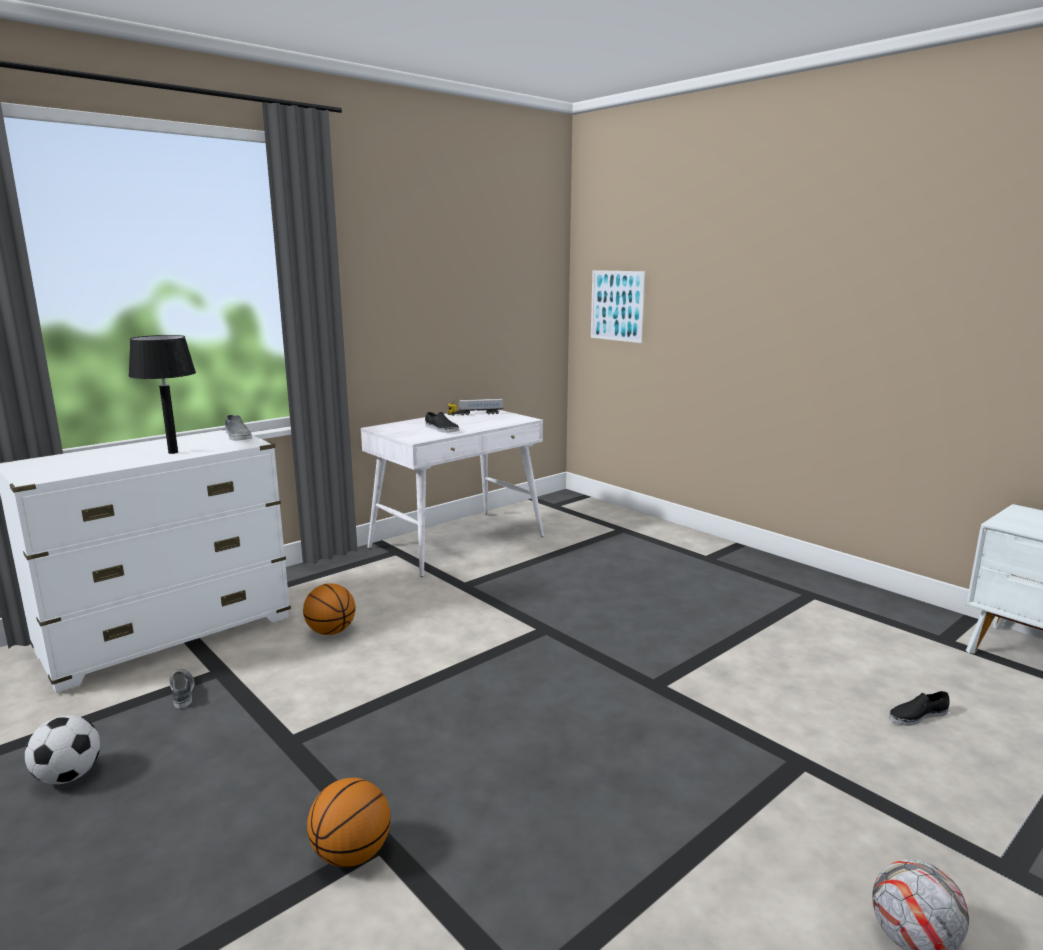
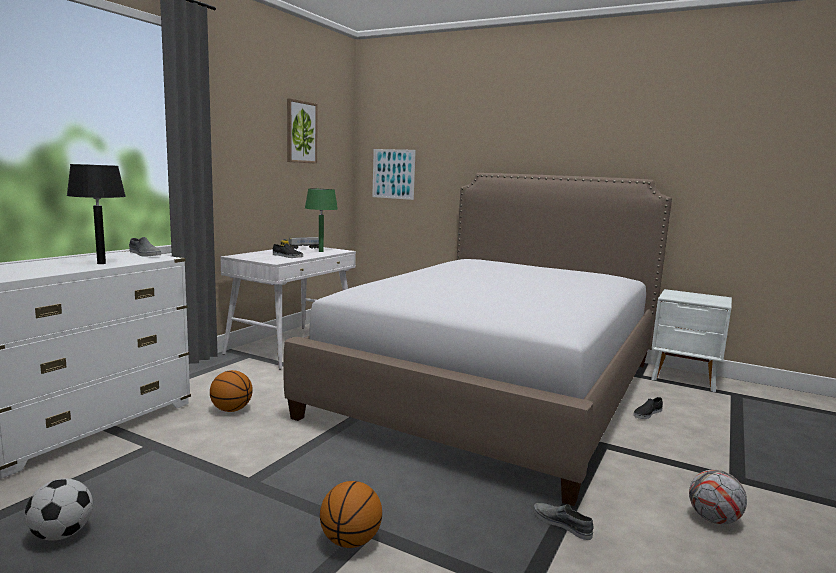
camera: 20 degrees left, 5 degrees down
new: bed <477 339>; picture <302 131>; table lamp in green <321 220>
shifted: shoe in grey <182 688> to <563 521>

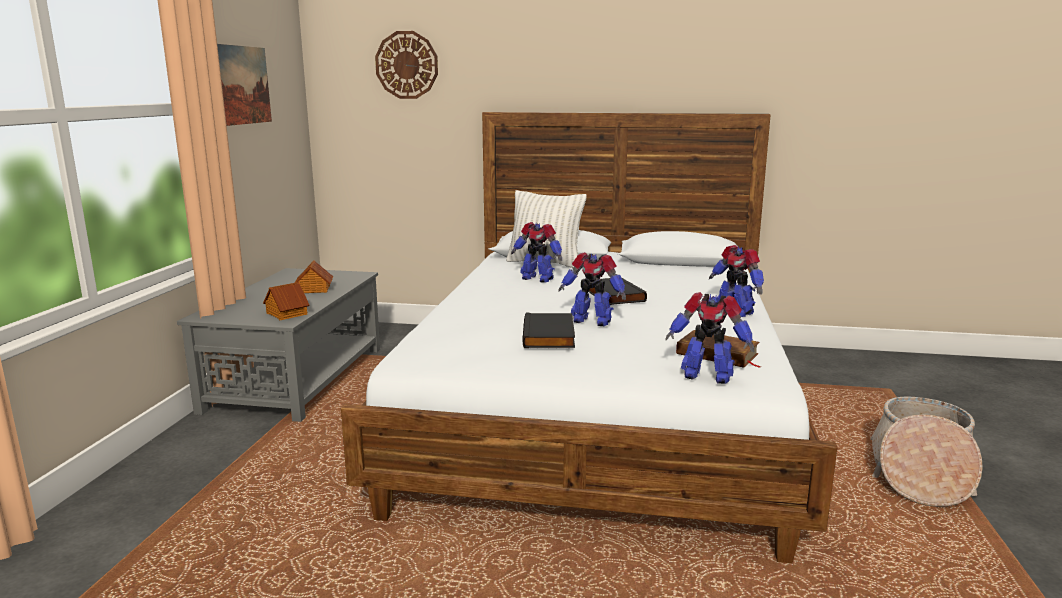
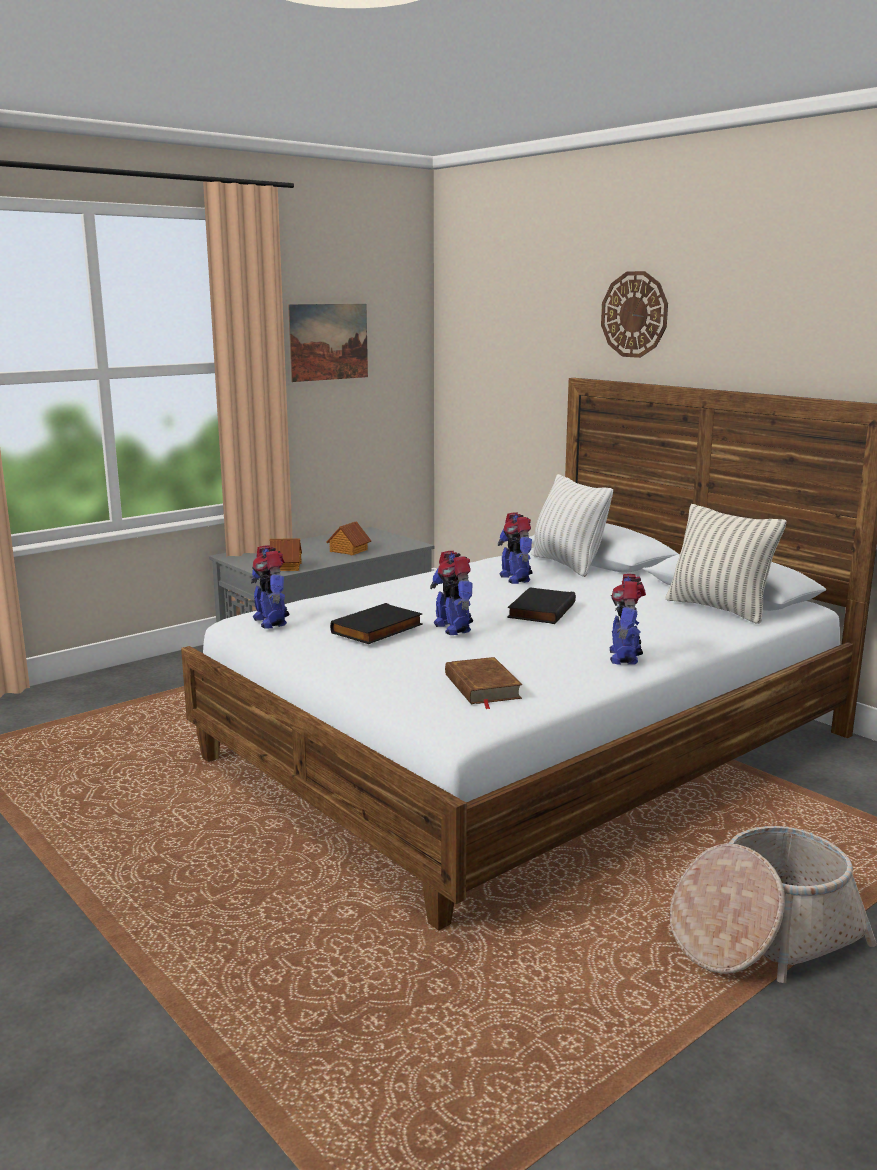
camera: 40 degrees right, 0 degrees up
new: pillow <726 564>
shifted: wall clock <406 65> to <634 314>; toy robot <709 338> to <270 587>

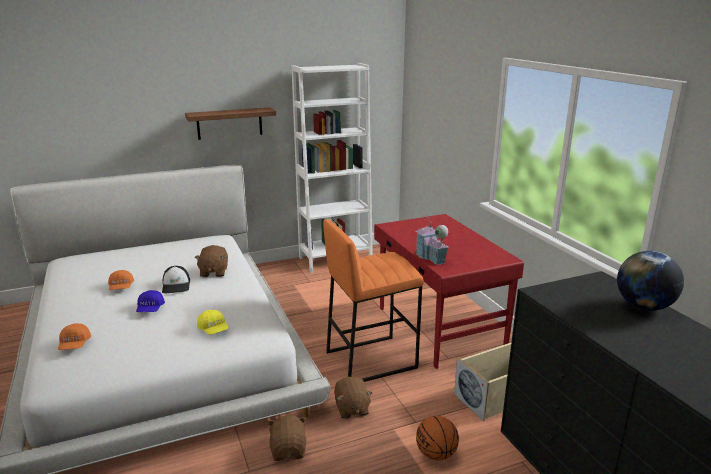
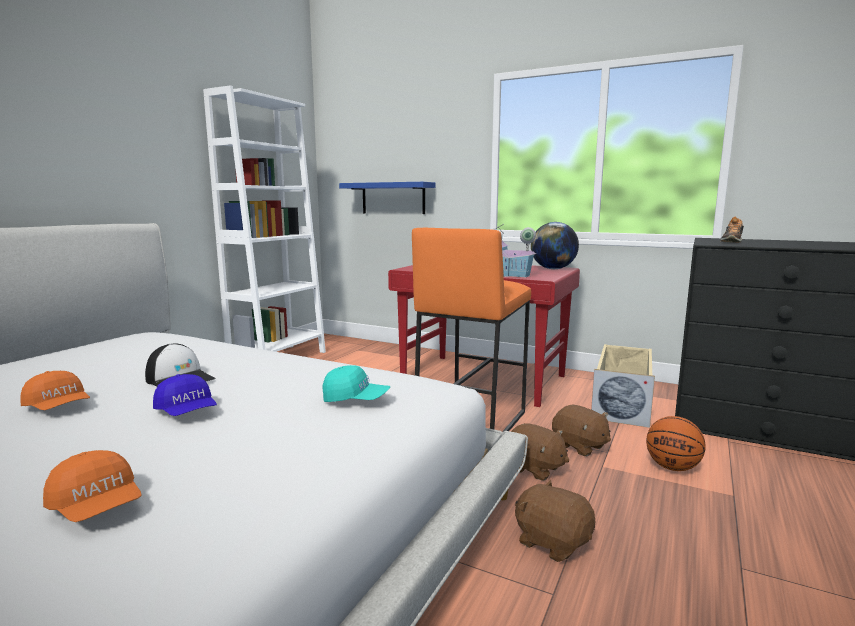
camera: 40 degrees left, 10 degrees down
gone: shelf in brown <230 123>
new: shelf in blue <387 198>; shoe <732 230>
shifted: plush toy in brown <211 261> to <581 430>; globe <650 281> to <555 245>
repainted: cap in yellow <213 322> to cap in turquoise <356 383>

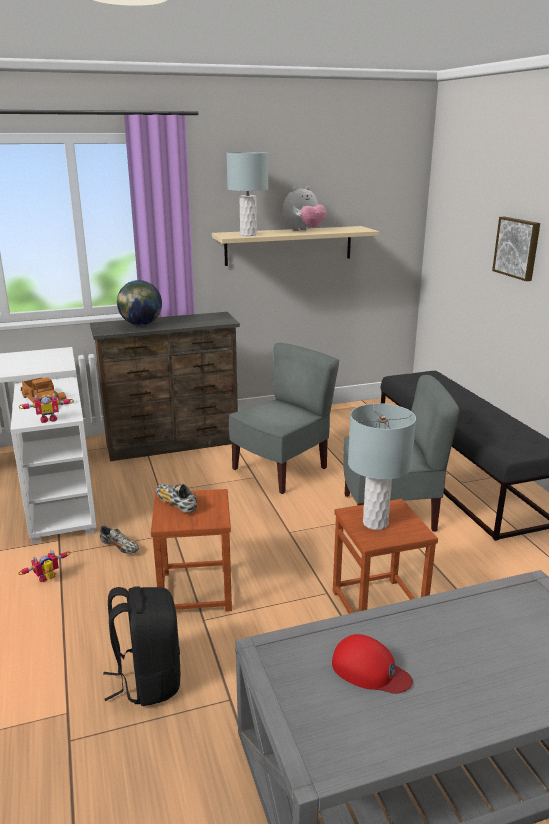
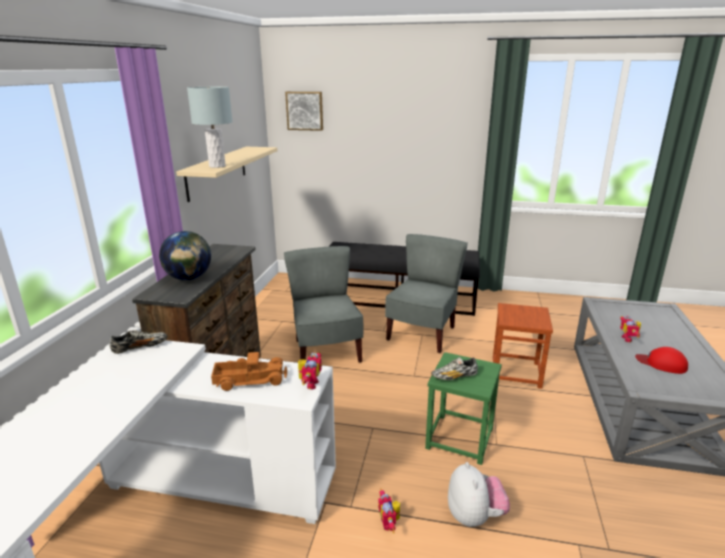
camera: 60 degrees left, 0 degrees up
gone: backpack in black <142 646>; table lamp in grey <382 466>
new: toy robot <630 329>
shifted: shoe <119 540> to <138 342>; plush toy <304 208> to <479 494>; picture <516 249> to <304 111>
repainted: stool in brown <191 550> to stool in green <463 408>
rotated: cap in red <372 664> = <661 360> 120 degrees counterclockwise

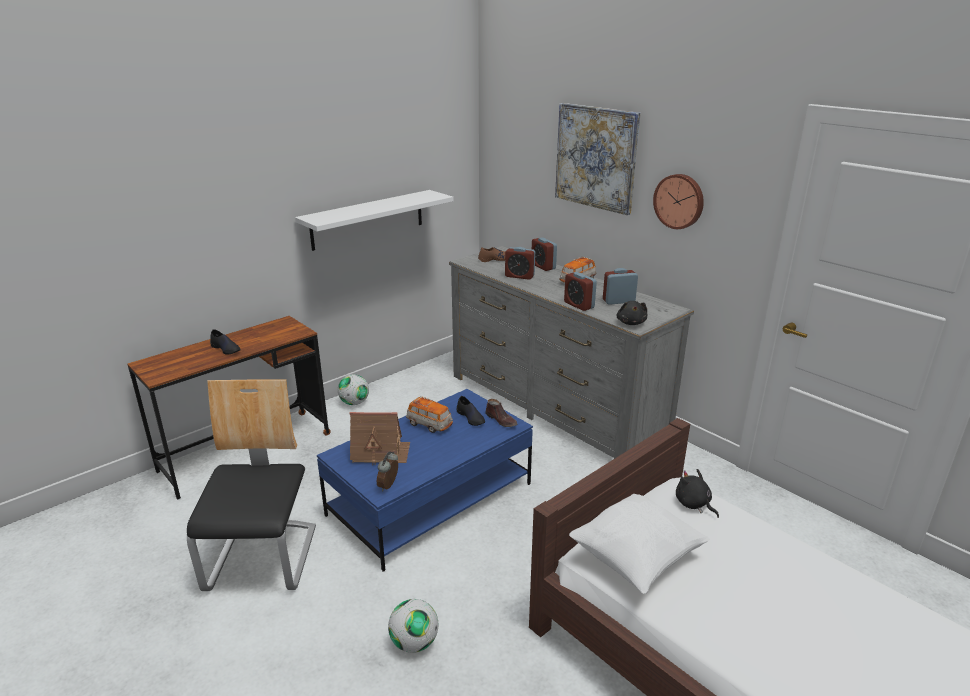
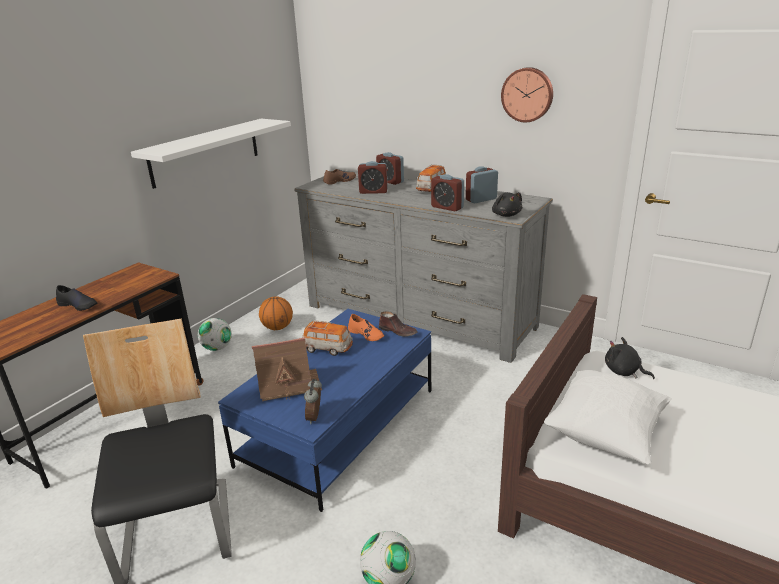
camera: 15 degrees left, 0 degrees up
gone: picture <598 159>
new: basketball <276 313>
repainted: shoe in black <471 411> to shoe in orange <366 327>

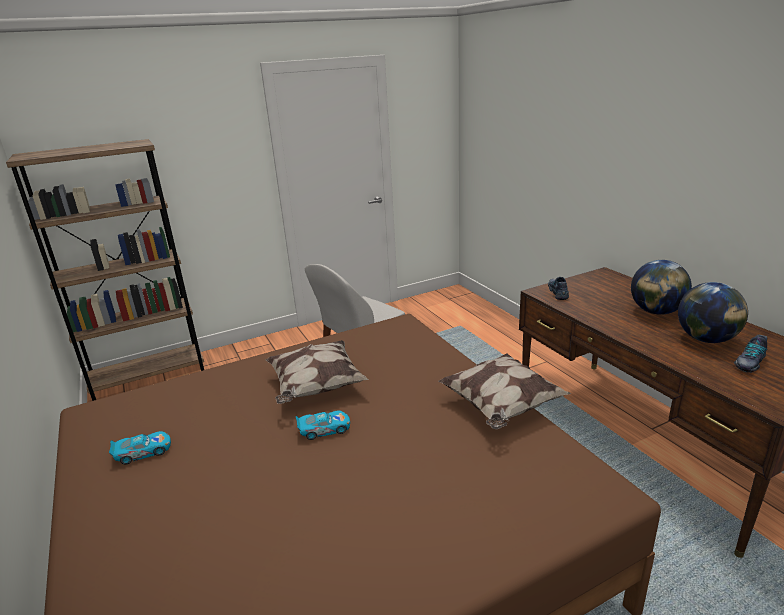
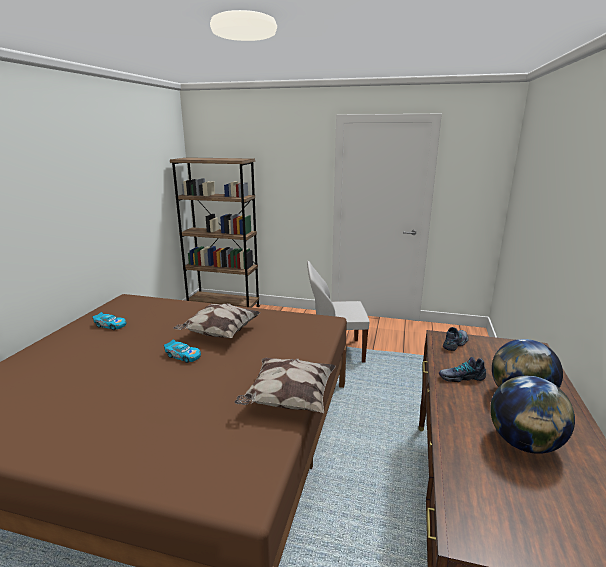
camera: 40 degrees right, 5 degrees down
shifted: shoe <751 354> to <462 369>

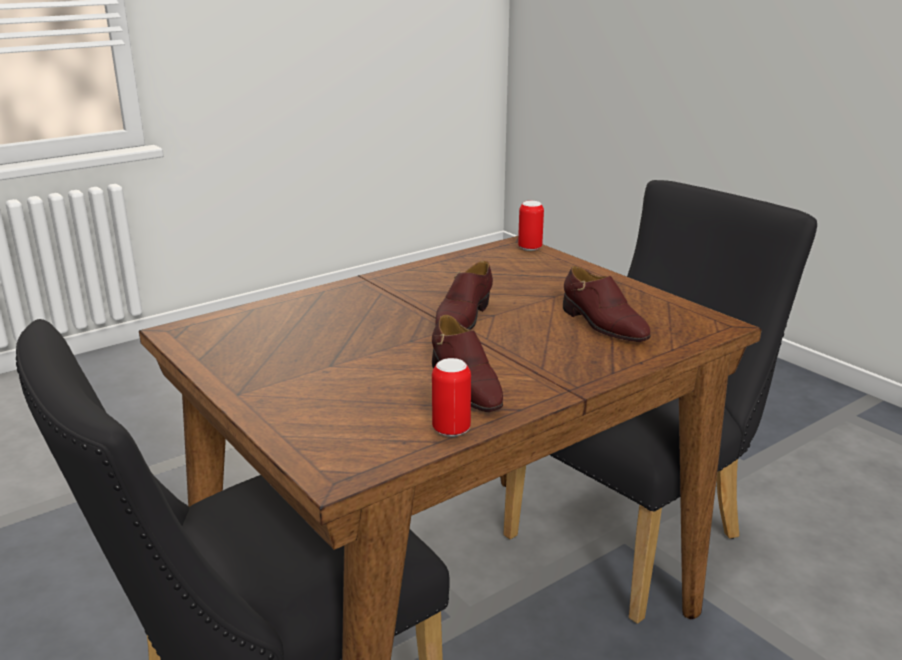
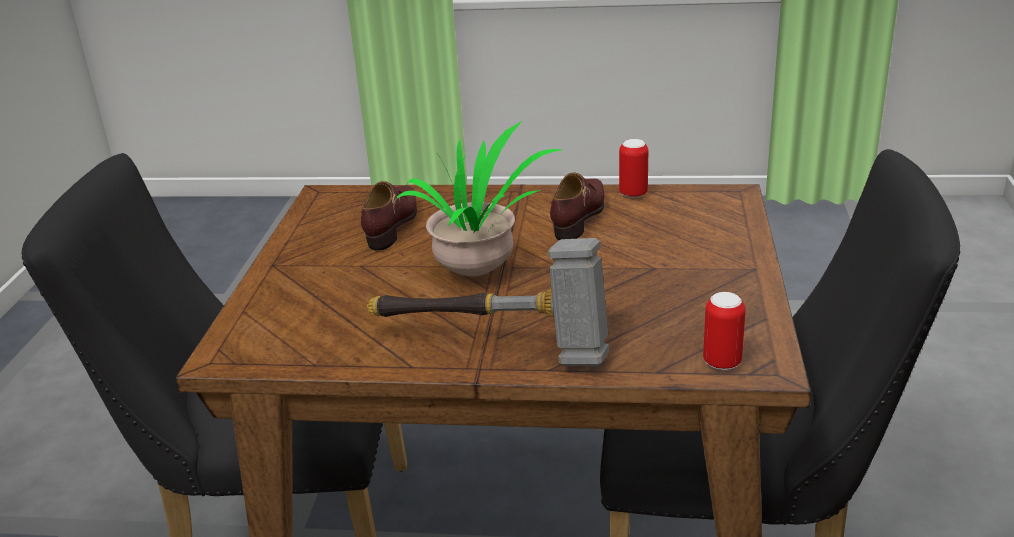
camera: 135 degrees left, 5 degrees up
new: hammer <488 302>
shifted: can <531 226> to <724 331>
swapped: shoe in brown <464 295> to potted plant <479 198>

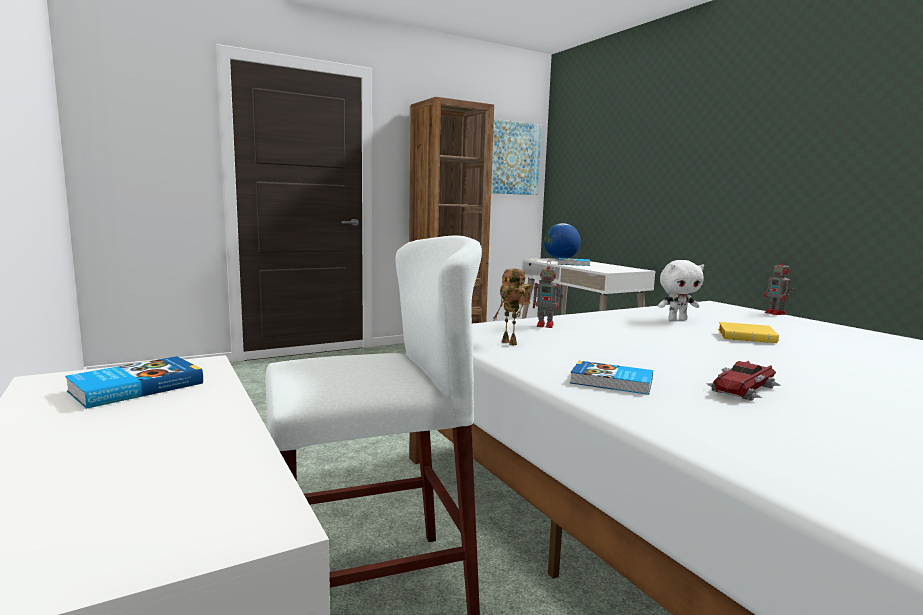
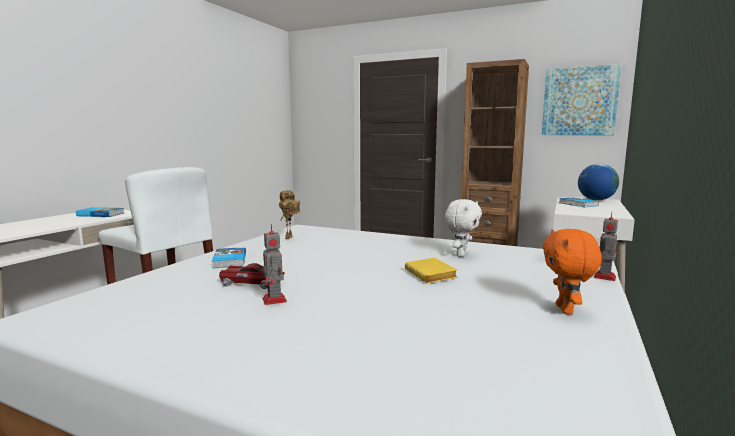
camera: 55 degrees right, 0 degrees up
new: plush toy in orange <572 272>
shifted: toy robot <548 295> to <274 264>
rotated: plush toy in white <681 290> = <463 228> 105 degrees counterclockwise

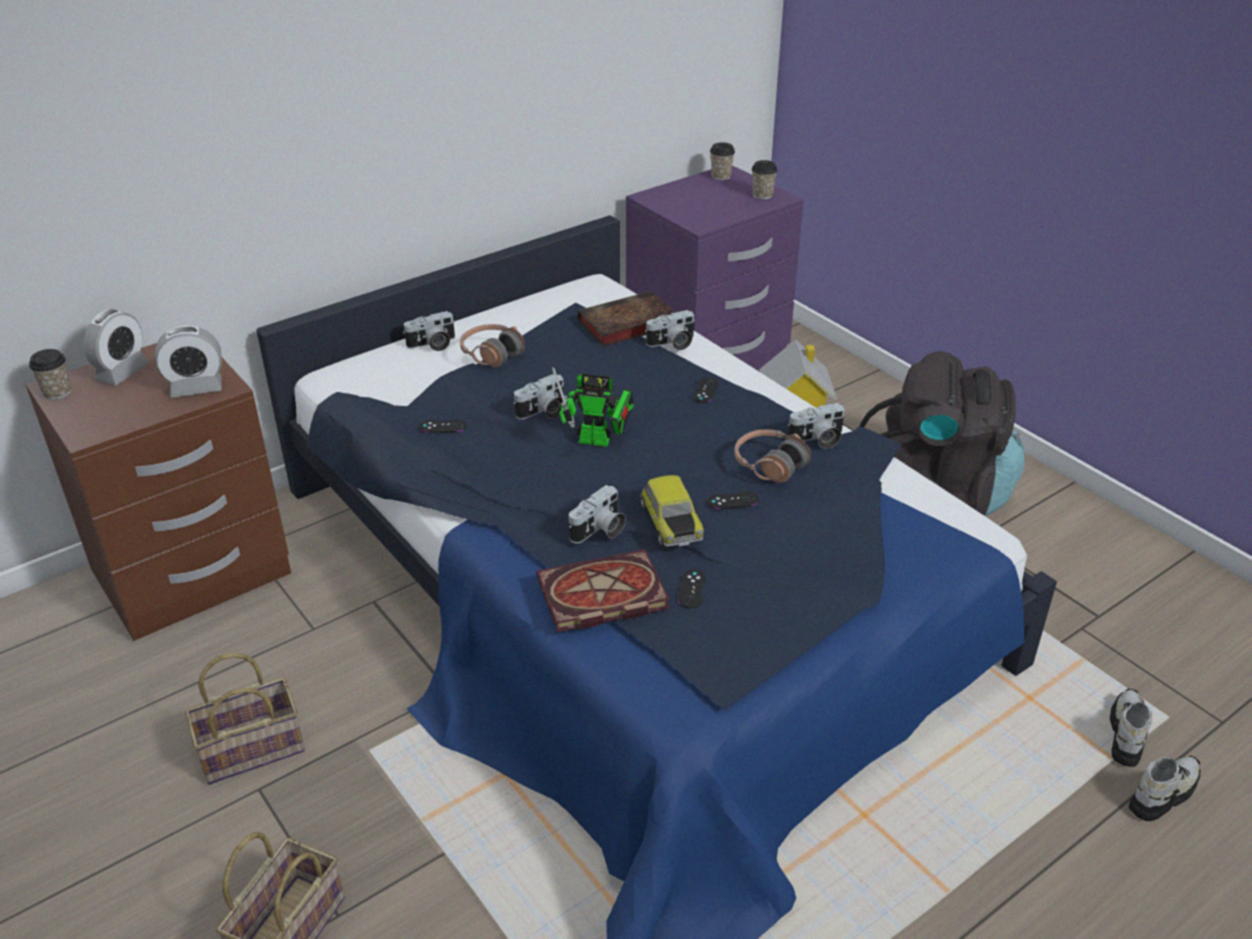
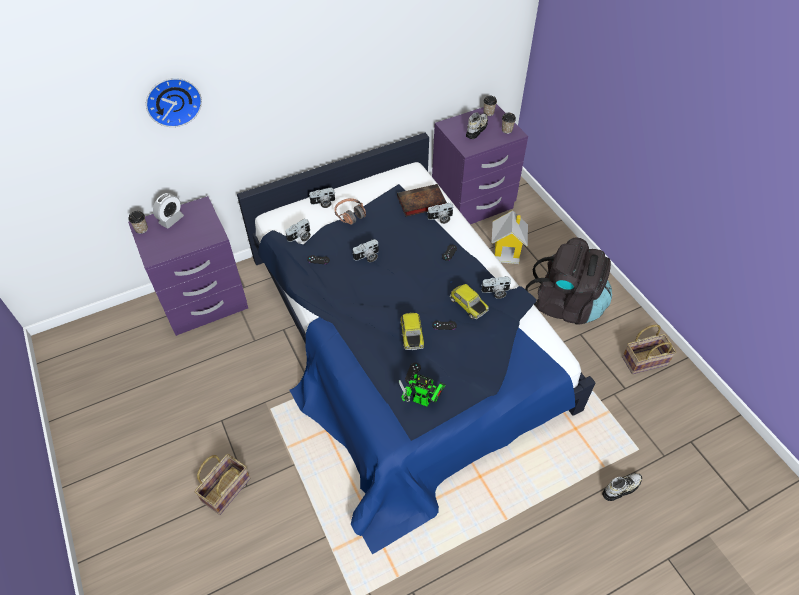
camera: 10 degrees right, 15 degrees up
gone: alarm clock <188 362>; book <603 590>
new: wall clock <174 102>
shifted: basket <245 718> to <649 349>; toy robot <593 407> to <422 390>; photo camera <597 514> to <298 230>; shoe <1131 727> to <477 125>
swapped: headphones <772 456> to toy car <469 301>
repainted: nightstand in brown <158 492> to nightstand in purple <188 266>

